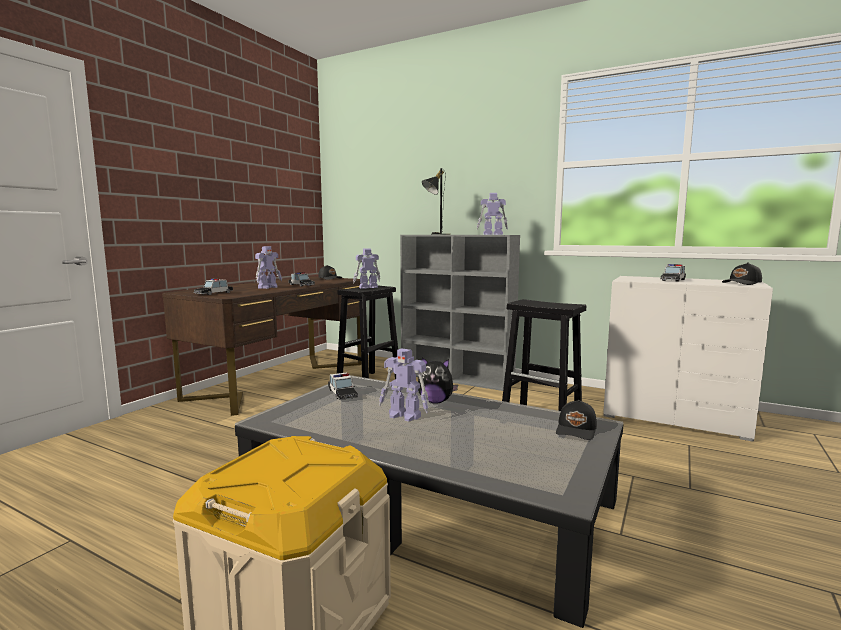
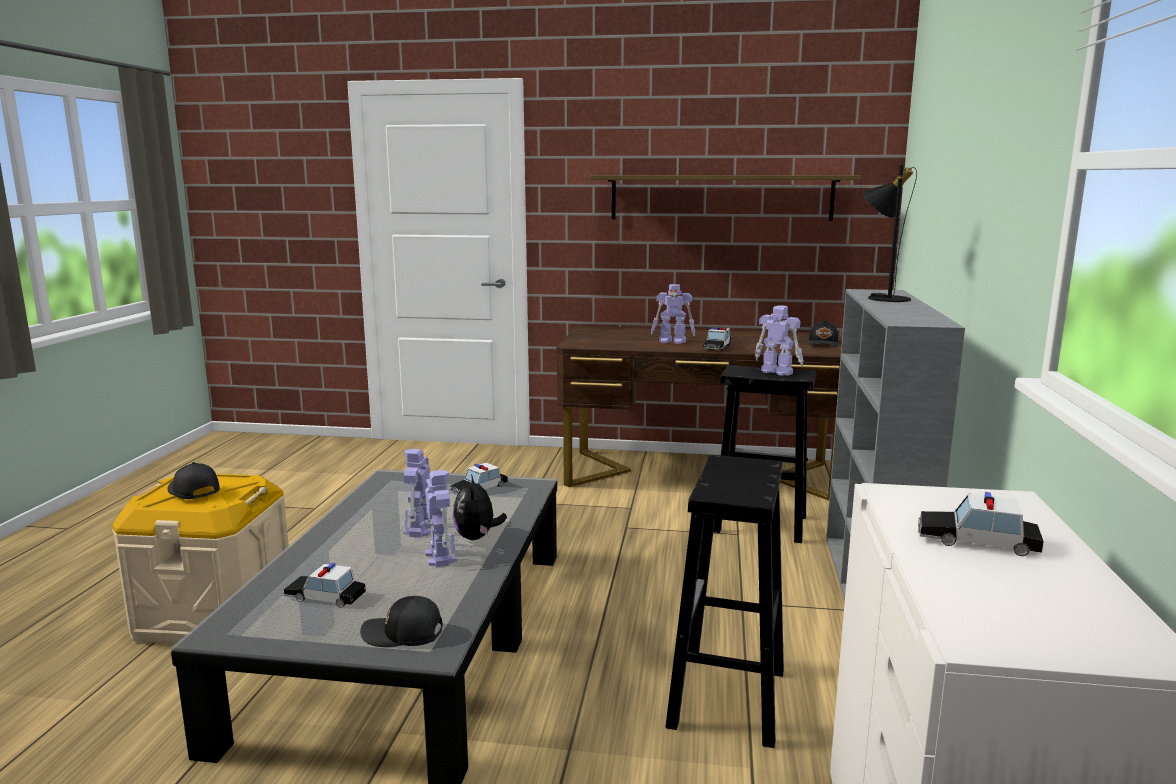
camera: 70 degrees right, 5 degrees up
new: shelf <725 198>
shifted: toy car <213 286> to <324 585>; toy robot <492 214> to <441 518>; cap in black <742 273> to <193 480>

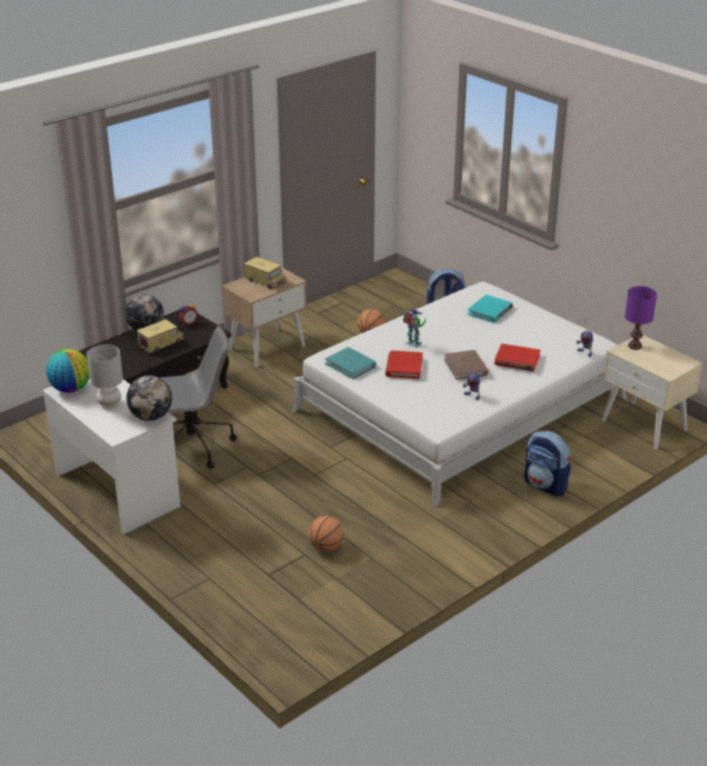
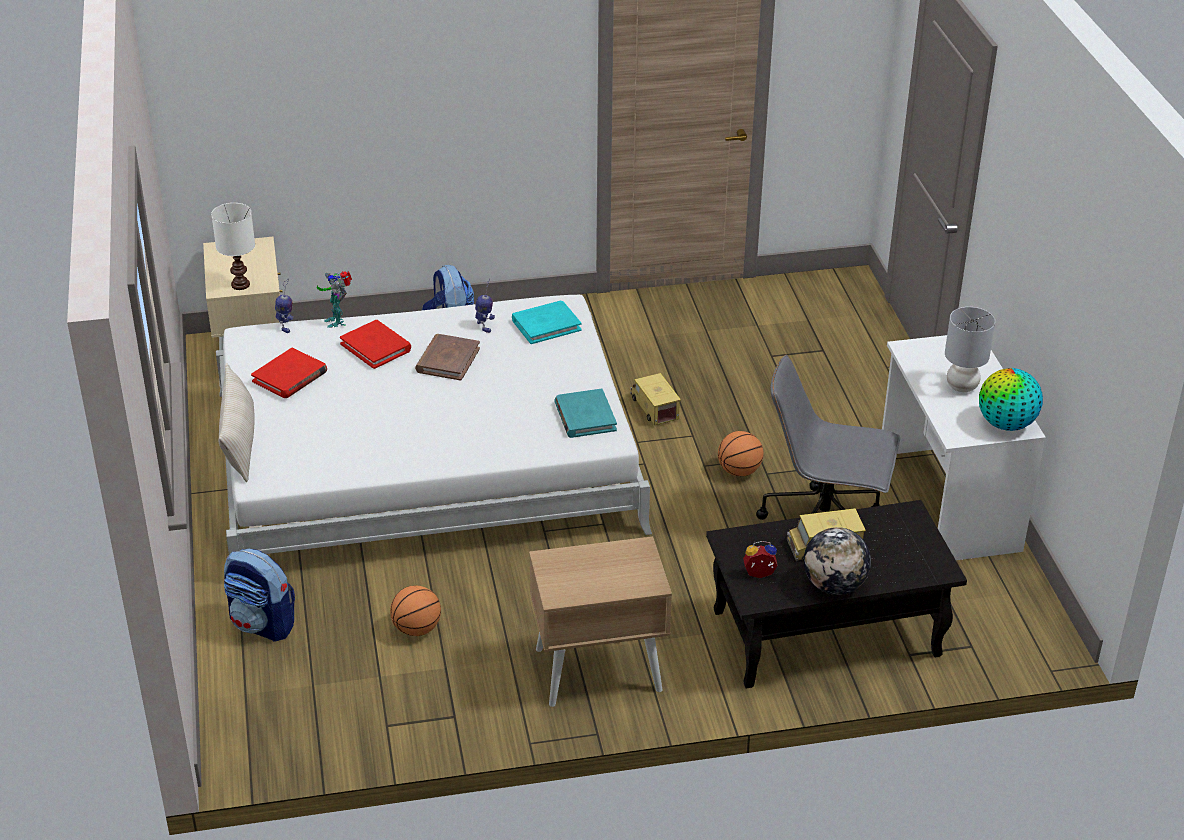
camera: 150 degrees left, 5 degrees up
gone: globe <149 398>
new: pillow in beige <237 422>
shifted: toy truck <265 273> to <655 399>; basketball <326 534> to <741 453>; book in red <404 364> to <289 373>; toy robot <414 328> to <334 299>; book in turquoise <490 309> to <546 322>
repainted: table lamp in purple <641 318> to table lamp in white <233 246>

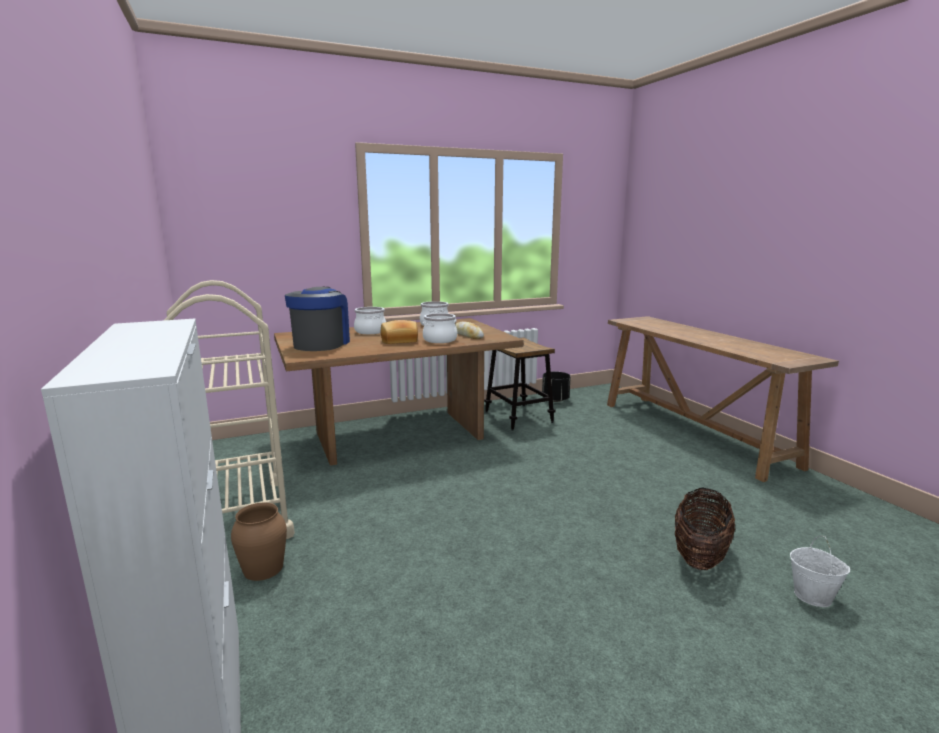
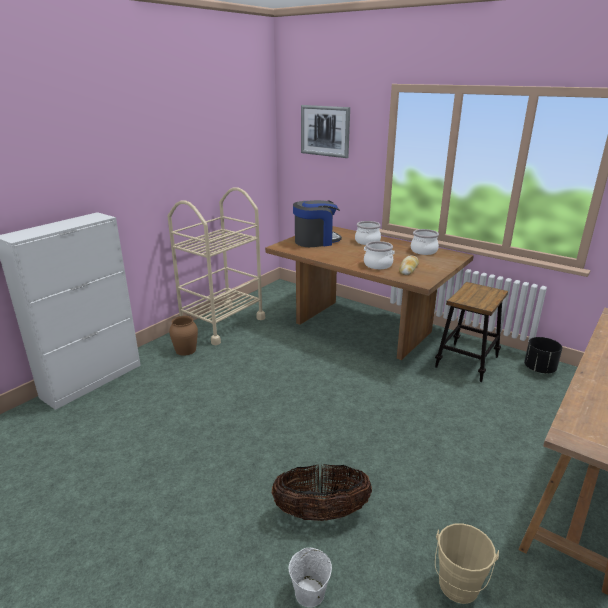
camera: 60 degrees right, 10 degrees up
gone: bread <399 332>
new: picture <325 131>; bucket in beige <467 563>

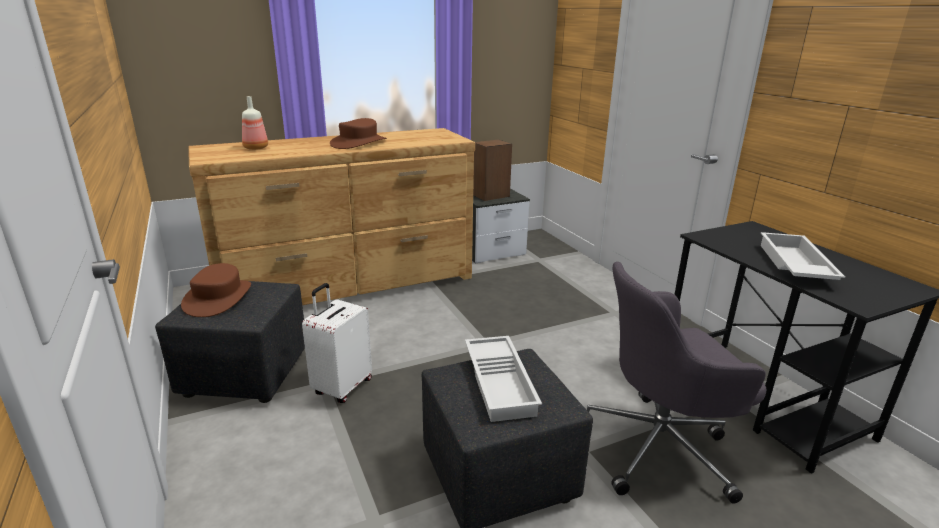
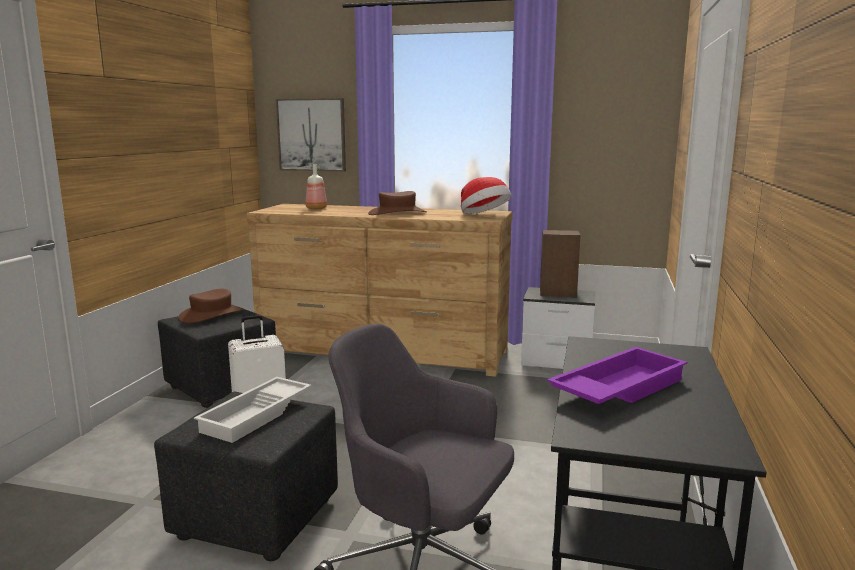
camera: 40 degrees right, 10 degrees down
new: picture <311 135>; hat <486 195>
repainted: tray in white <803 256> to tray in purple <617 375>

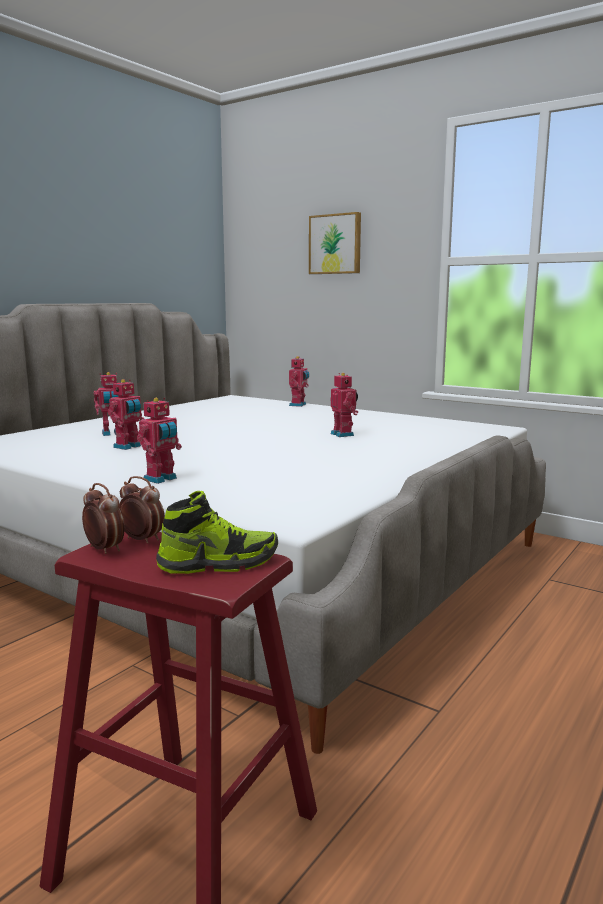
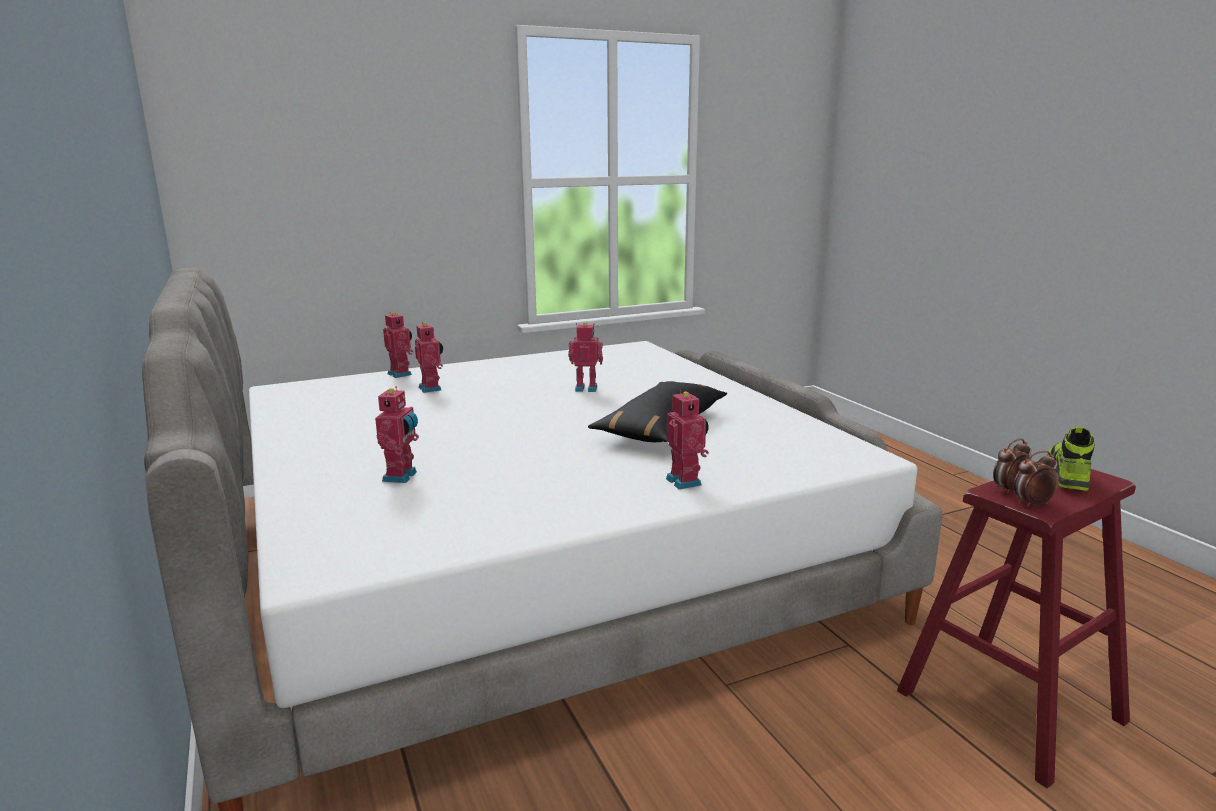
camera: 60 degrees left, 5 degrees up
gone: picture <335 243>
new: pillow in black <657 411>
shifted: toy robot <126 414> to <429 357>

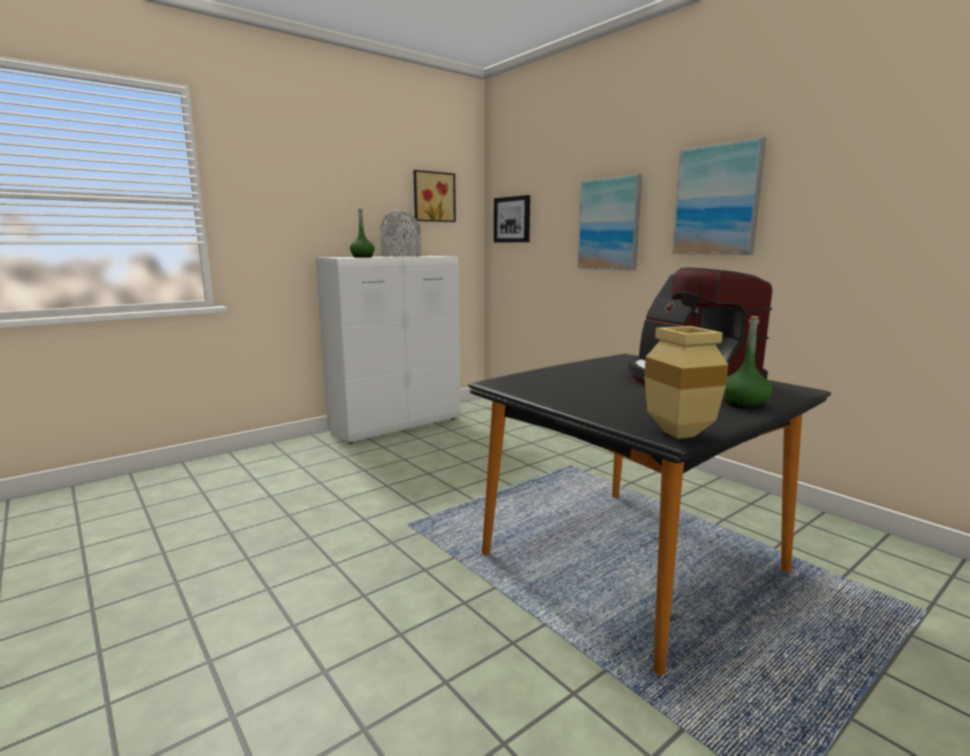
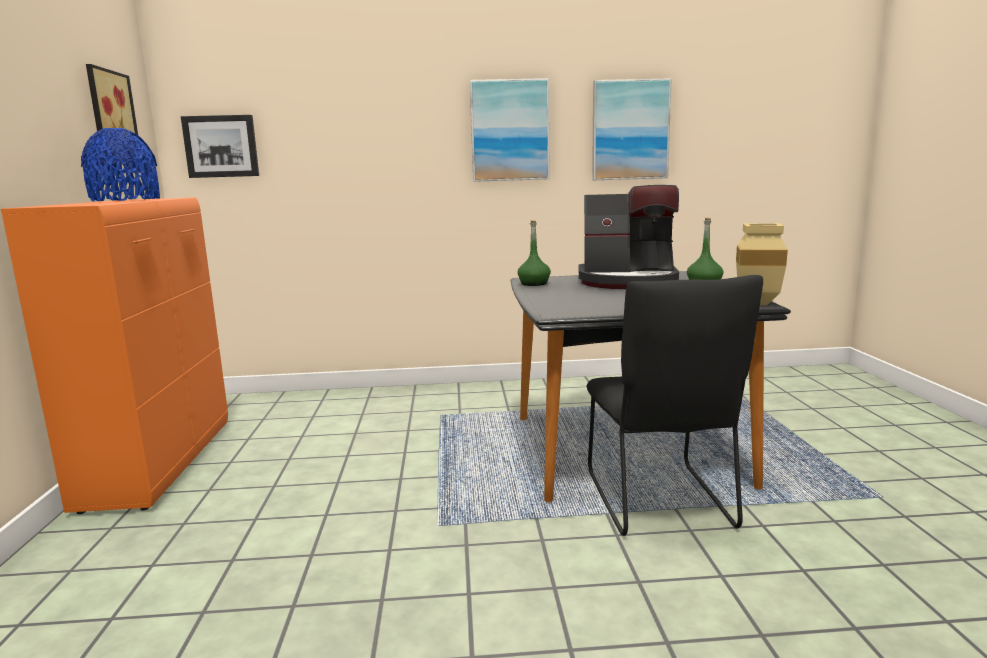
camera: 55 degrees left, 0 degrees up
new: chair in black <675 405>
shifted: bottle in green <362 233> to <534 253>; picture <609 222> to <632 129>
repainted: cabinet in white <388 350> to cabinet in orange <114 356>; vase in grey <400 234> to vase in blue <120 164>

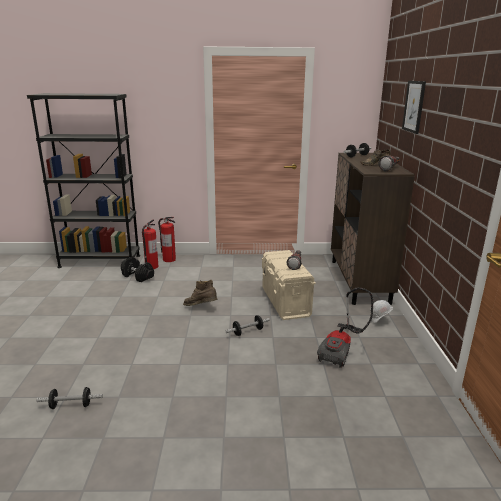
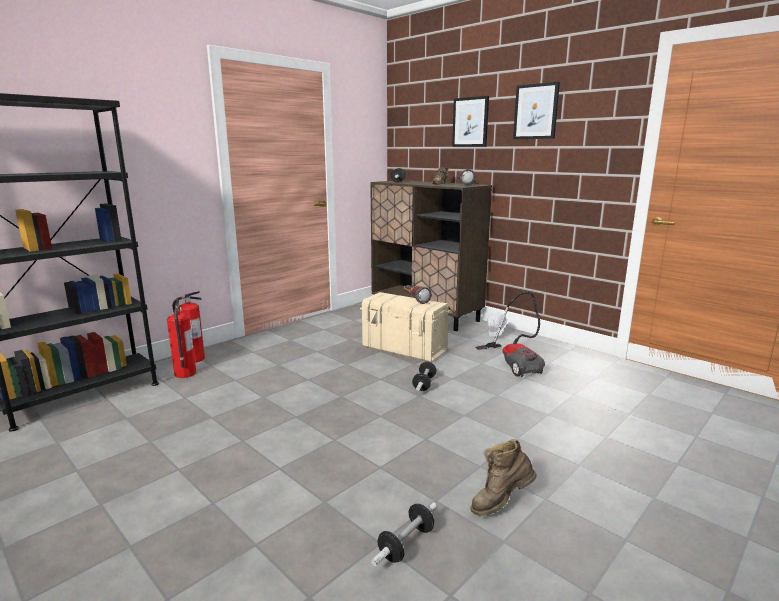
camera: 45 degrees left, 5 degrees down
gone: dumbbell in black <137 269>
new: picture <536 110>
shifted: boot in brown <200 293> to <503 477>

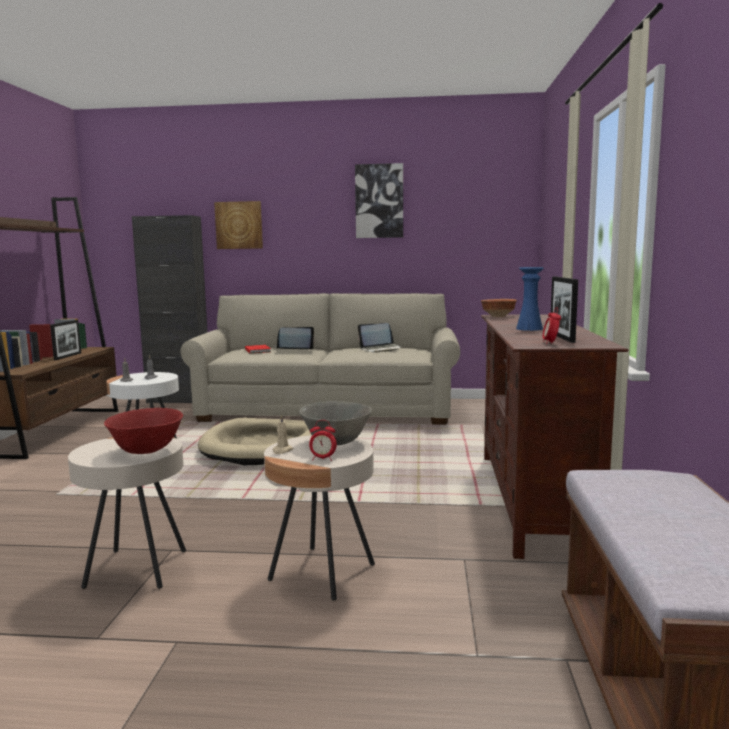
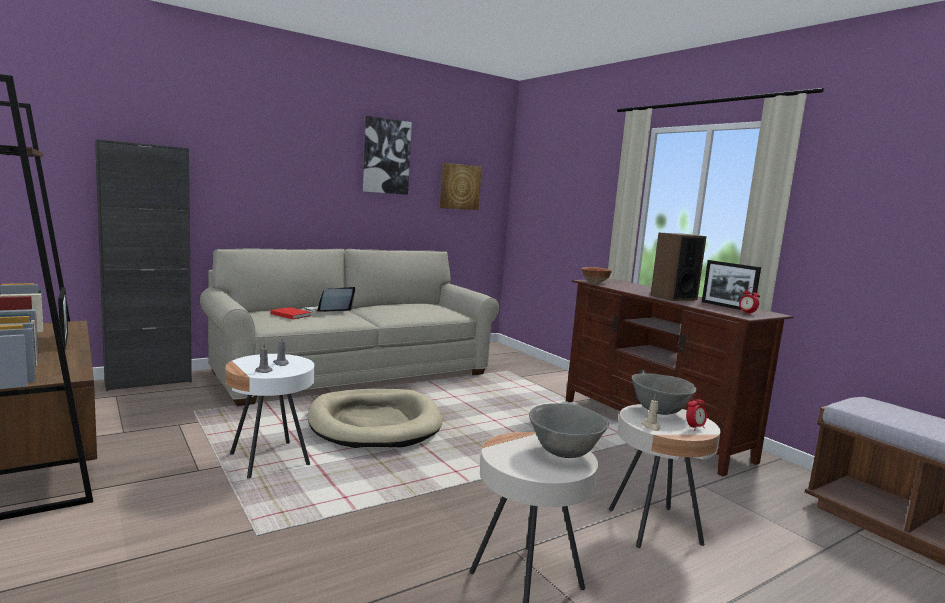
camera: 40 degrees left, 0 degrees up
gone: laptop <380 338>
shifted: picture <238 225> to <461 186>
swapped: vase in blue <530 299> to speaker <678 267>
repainted: bowl in red <143 431> to bowl in grey <569 430>

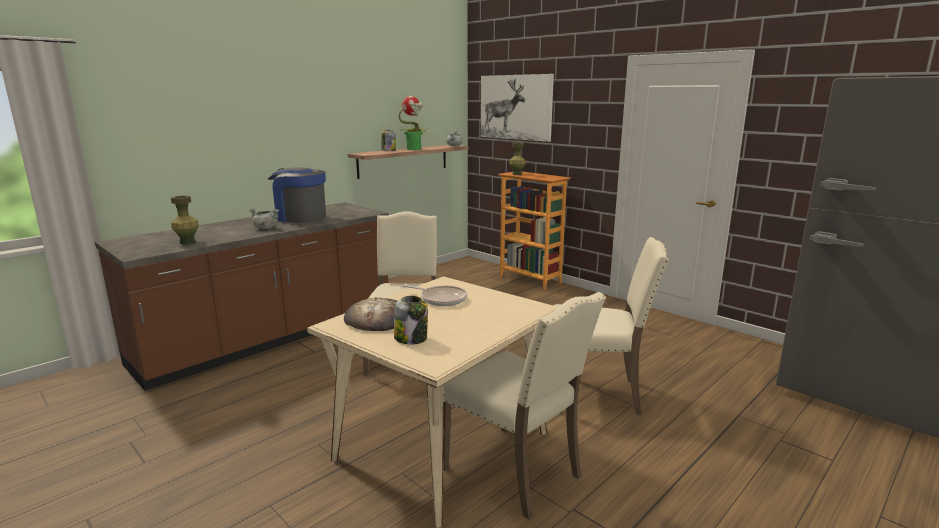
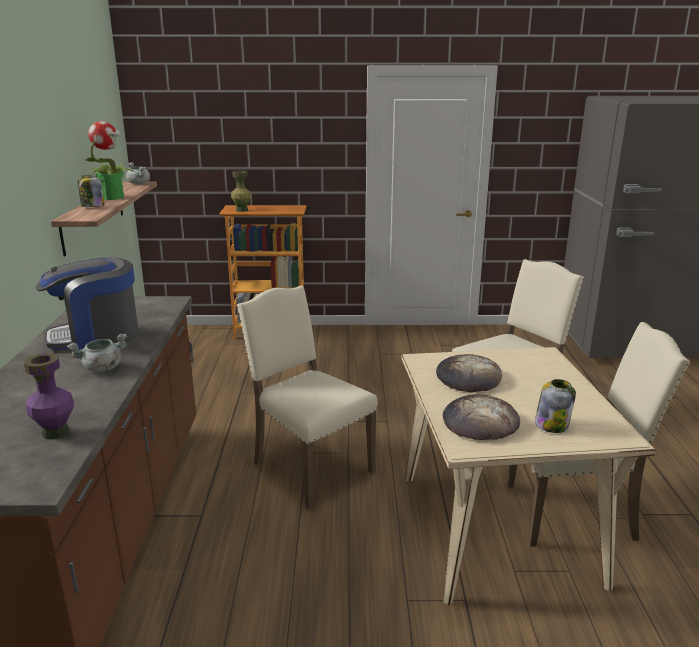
camera: 45 degrees left, 5 degrees up
gone: picture <517 108>
swapped: frying pan <435 295> to bread <469 373>
repainted: vase in green <185 220> to vase in purple <49 396>

